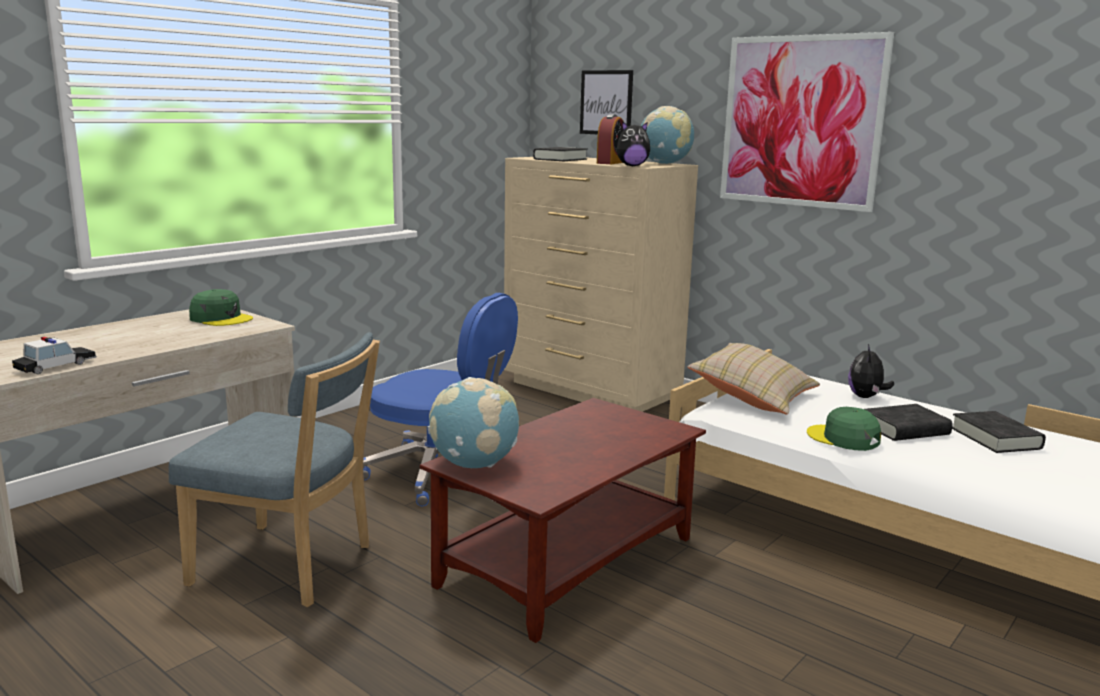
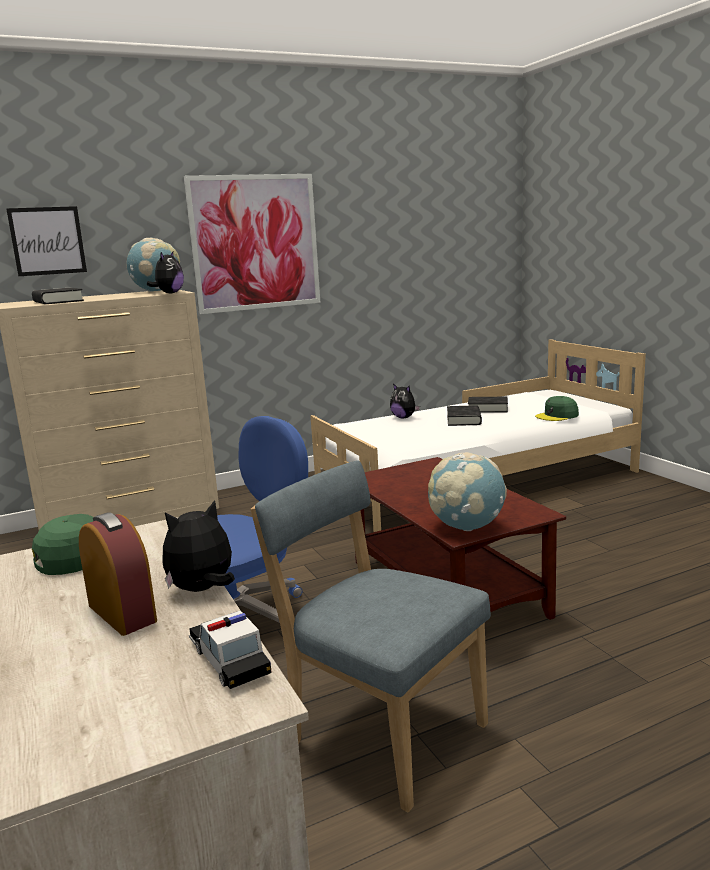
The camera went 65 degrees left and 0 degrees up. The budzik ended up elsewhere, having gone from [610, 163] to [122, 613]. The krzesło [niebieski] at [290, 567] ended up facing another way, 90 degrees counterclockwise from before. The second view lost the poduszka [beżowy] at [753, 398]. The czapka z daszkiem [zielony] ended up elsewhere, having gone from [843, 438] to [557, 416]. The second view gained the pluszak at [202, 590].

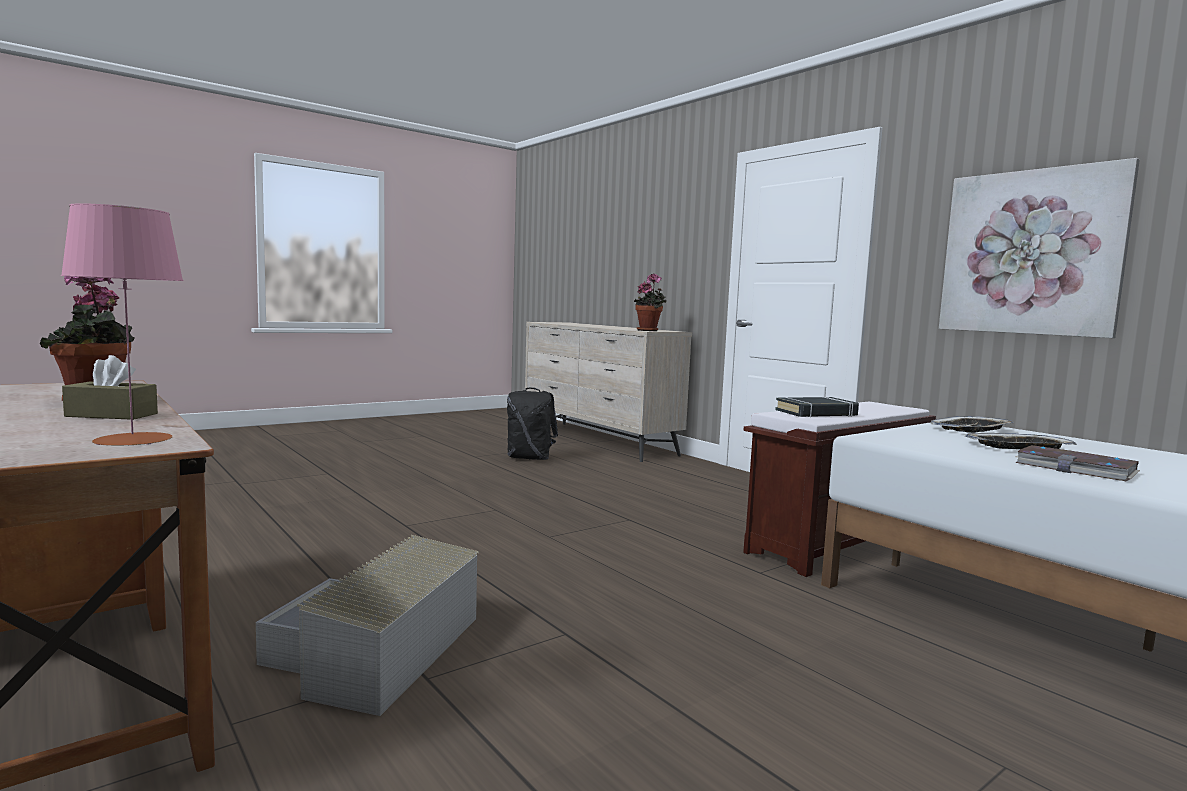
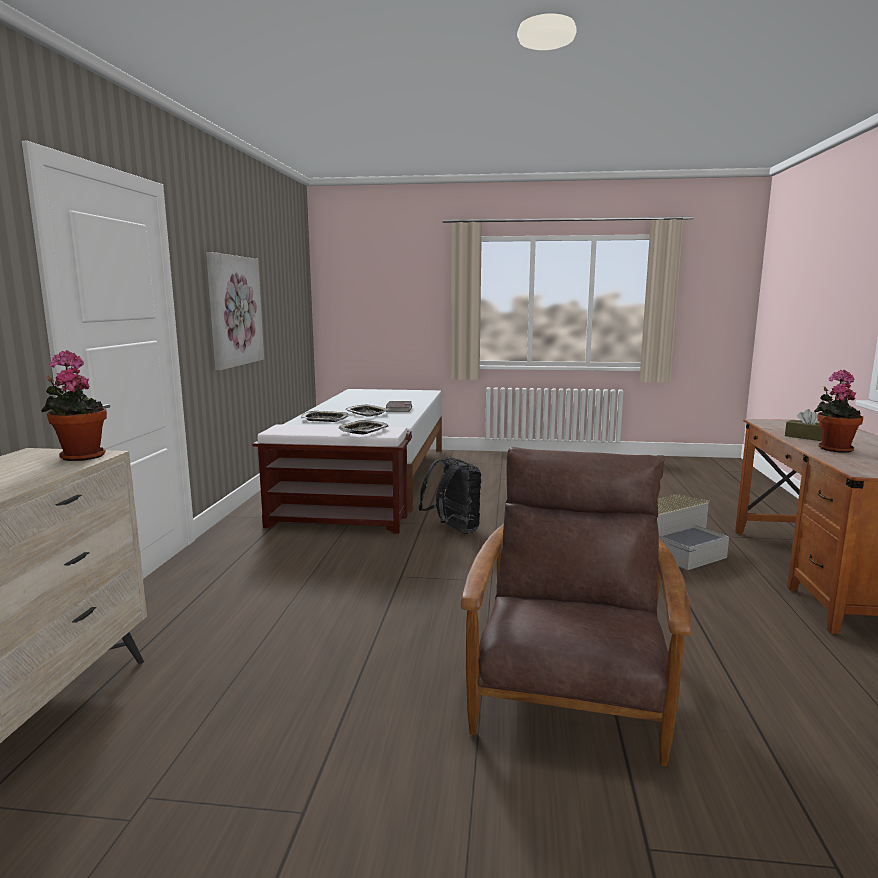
The camera went 135 degrees left and 5 degrees up. The second view lost the lampa stołowa [różowy] at [132, 439]. The plecak [czarny] ended up elsewhere, having gone from [530, 458] to [453, 530]. Where the książka [czarny] stood at [816, 413], the taca came to stand at [363, 431]. The second view gained the fotel [brązowy] at [569, 687].

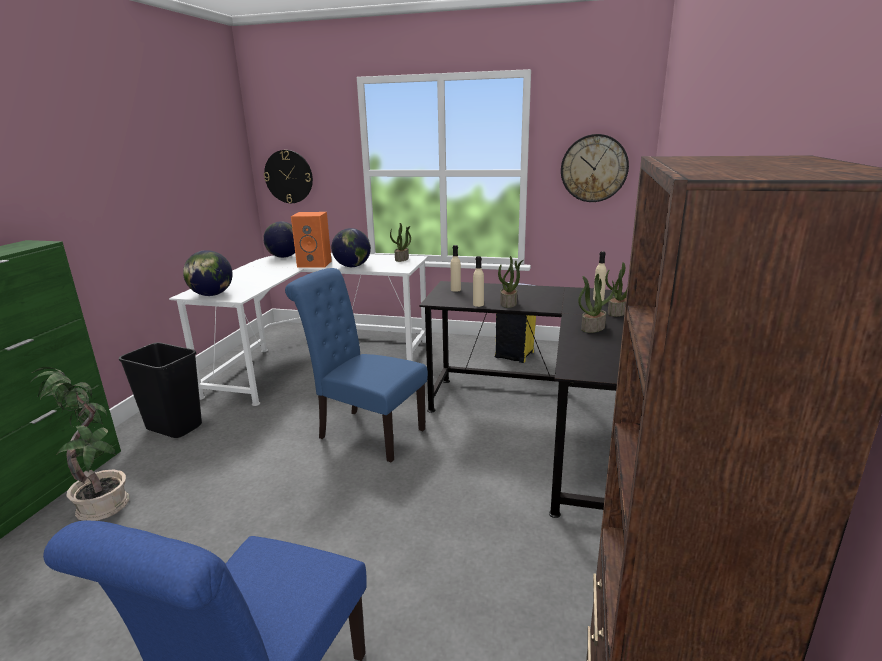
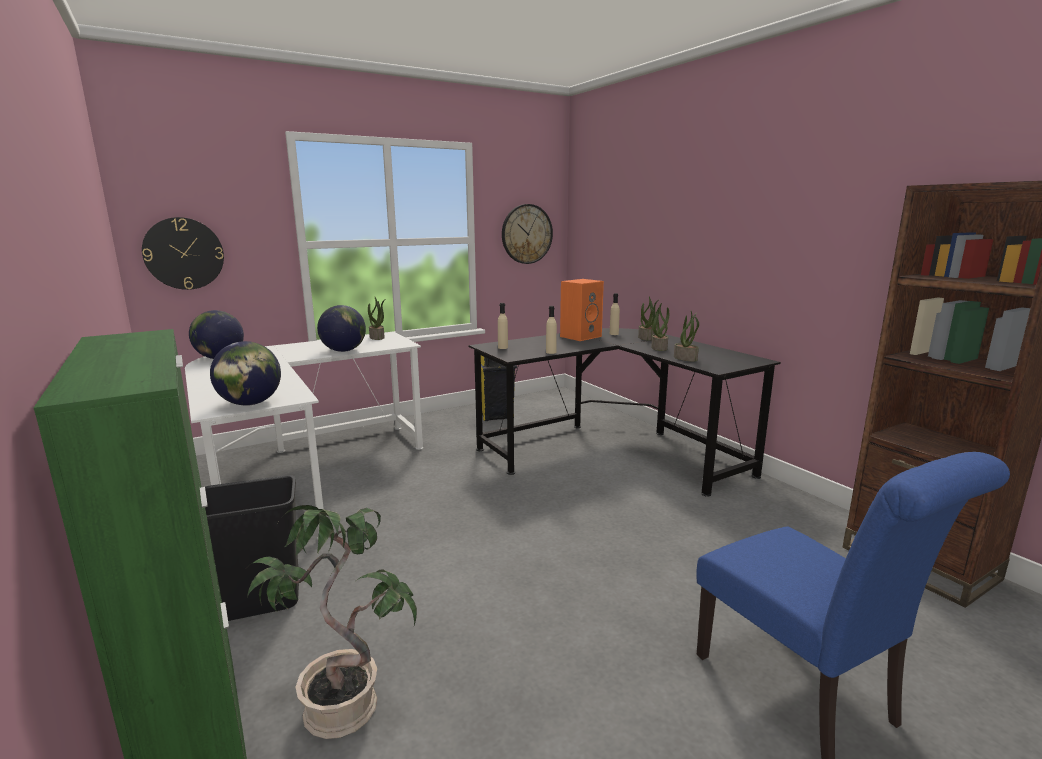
The camera went 45 degrees left and 5 degrees down. The głośnik [pomarańczowy] ended up elsewhere, having gone from [315, 264] to [580, 336]. The roślina doniczkowa ended up elsewhere, having gone from [509, 303] to [686, 358]. The second view lost the krzesło [niebieski] at [366, 432].

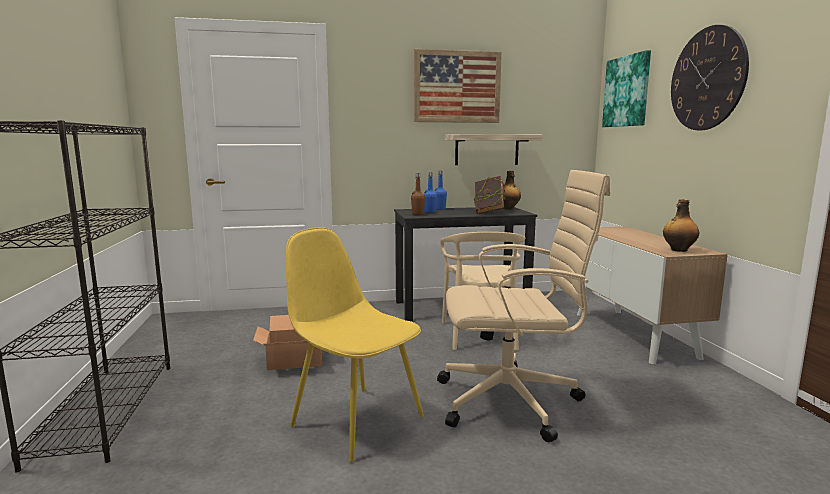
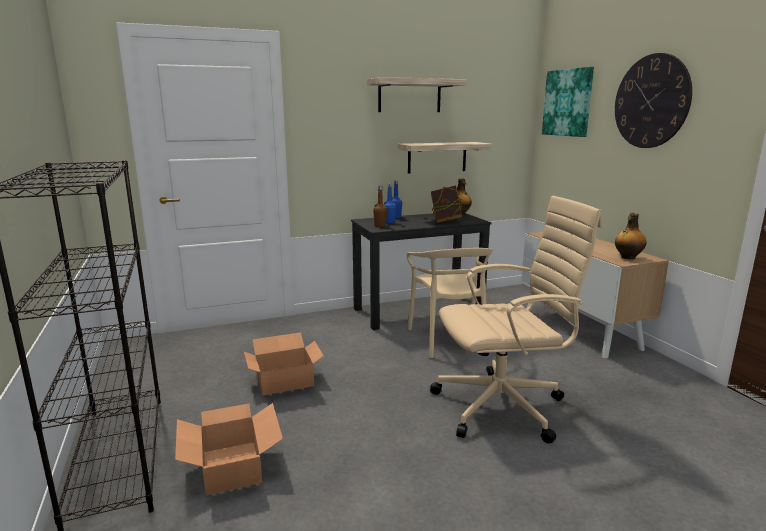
The camera went 10 degrees left and 5 degrees up. Where the obraz hung at [457, 87], the półka came to hang at [409, 96]. The second view lost the krzesło [żółty] at [355, 420]. The second view gained the karton at [231, 468].

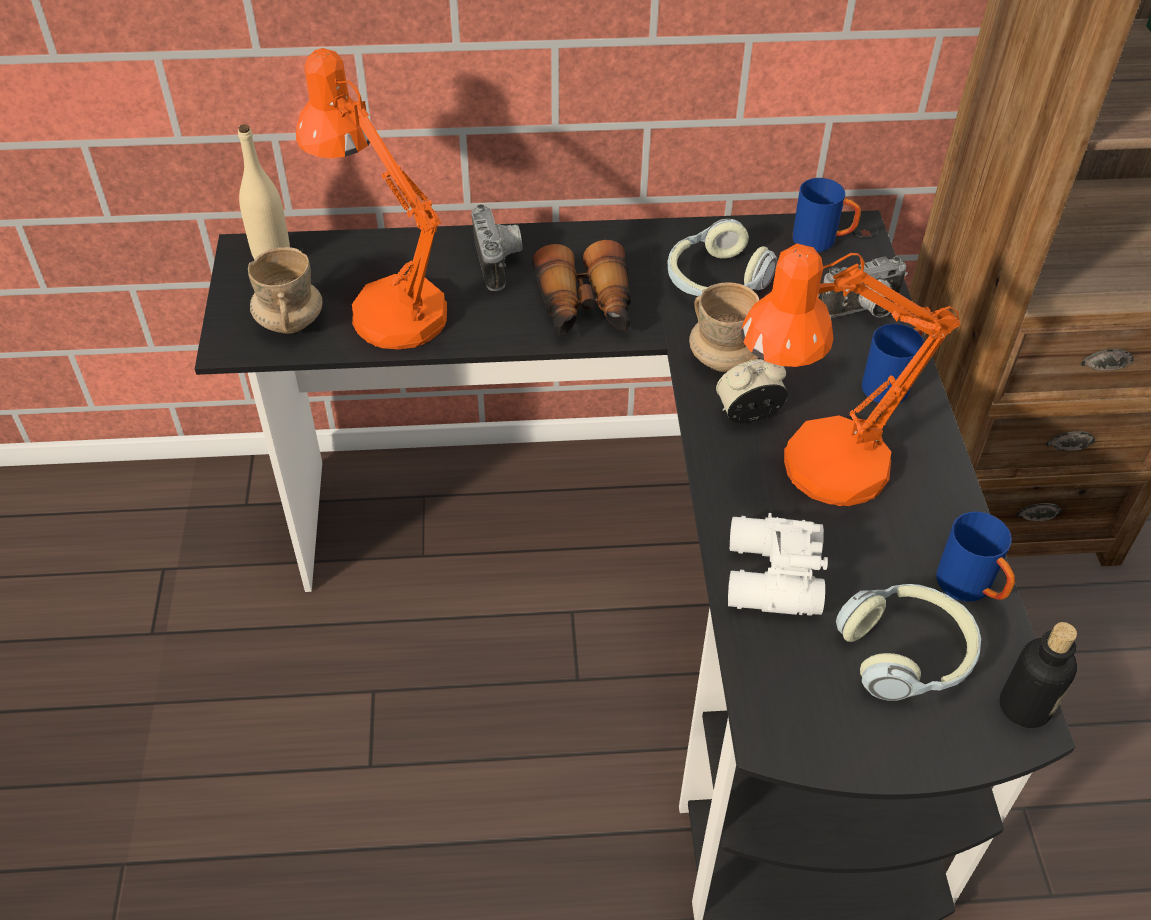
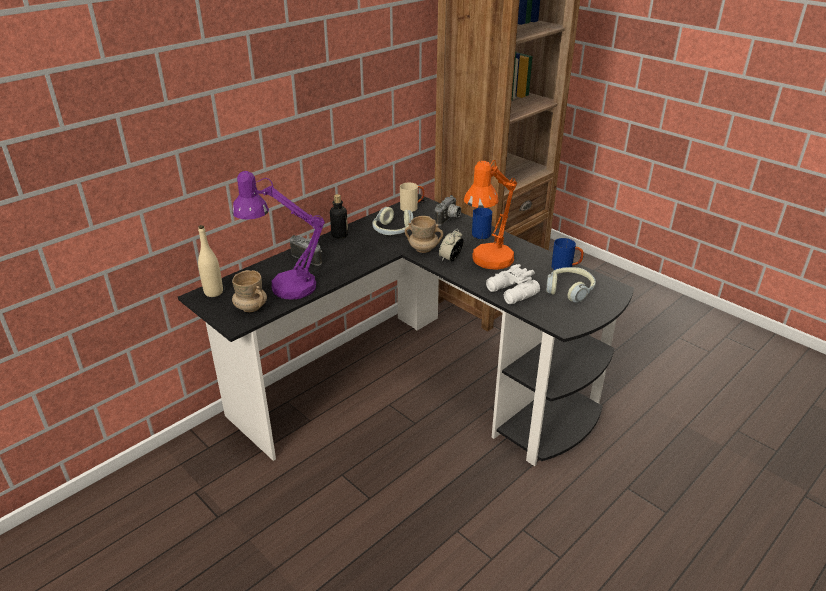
The camera went 40 degrees left and 15 degrees down. What was the lampa stołowa [pomarańczowy] at [387, 306] turned into the lampa stołowa [fioletowy] at [284, 286]. What was the kubek [niebieski] at [822, 241] turned into the kubek [beżowy] at [412, 207]. The second view lost the lornetka at [585, 308]. The butelka ended up elsewhere, having gone from [1024, 707] to [339, 235].

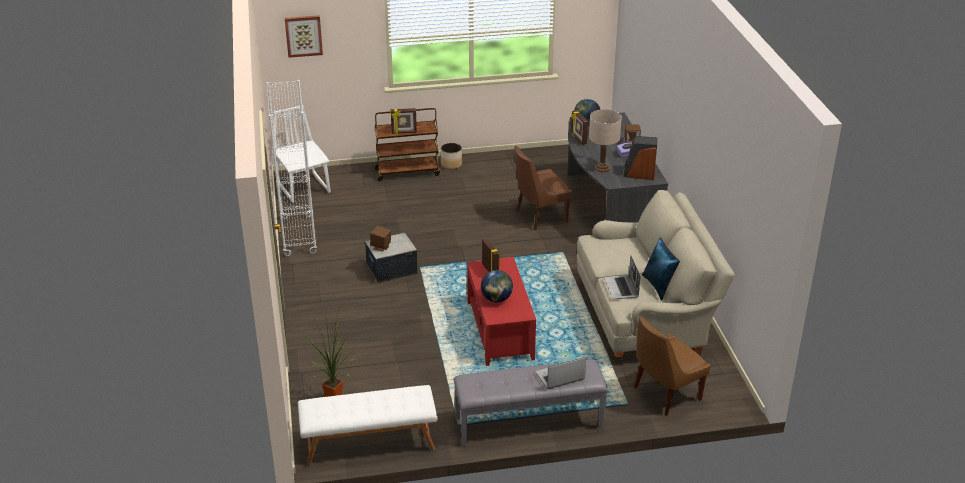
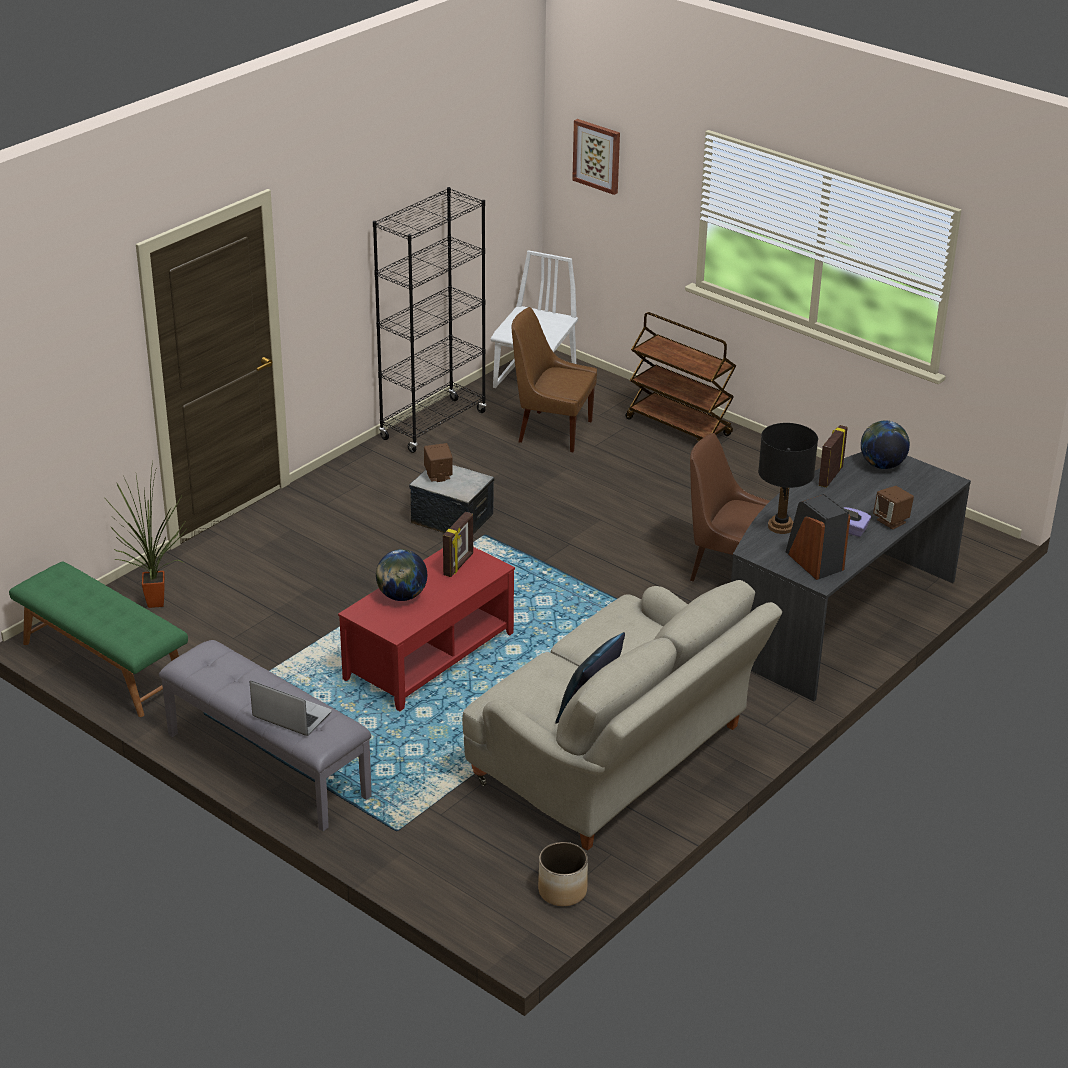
The camera went 50 degrees right and 0 degrees up. What was the regał [biały] at [298, 235] turned into the regał [czarny] at [433, 425]. The second view lost the ramka na zdjęcie at [404, 132]. What was the lampa stołowa [beżowy] at [602, 168] turned into the lampa stołowa [czarny] at [781, 526]. The donica ended up elsewhere, having gone from [451, 164] to [562, 891]. The second view lost the laptop at [622, 288]. The krzesło [brązowy] ended up elsewhere, having gone from [665, 394] to [552, 431]. What was the ławka [biały] at [369, 443] turned into the ławka [zielony] at [103, 666].

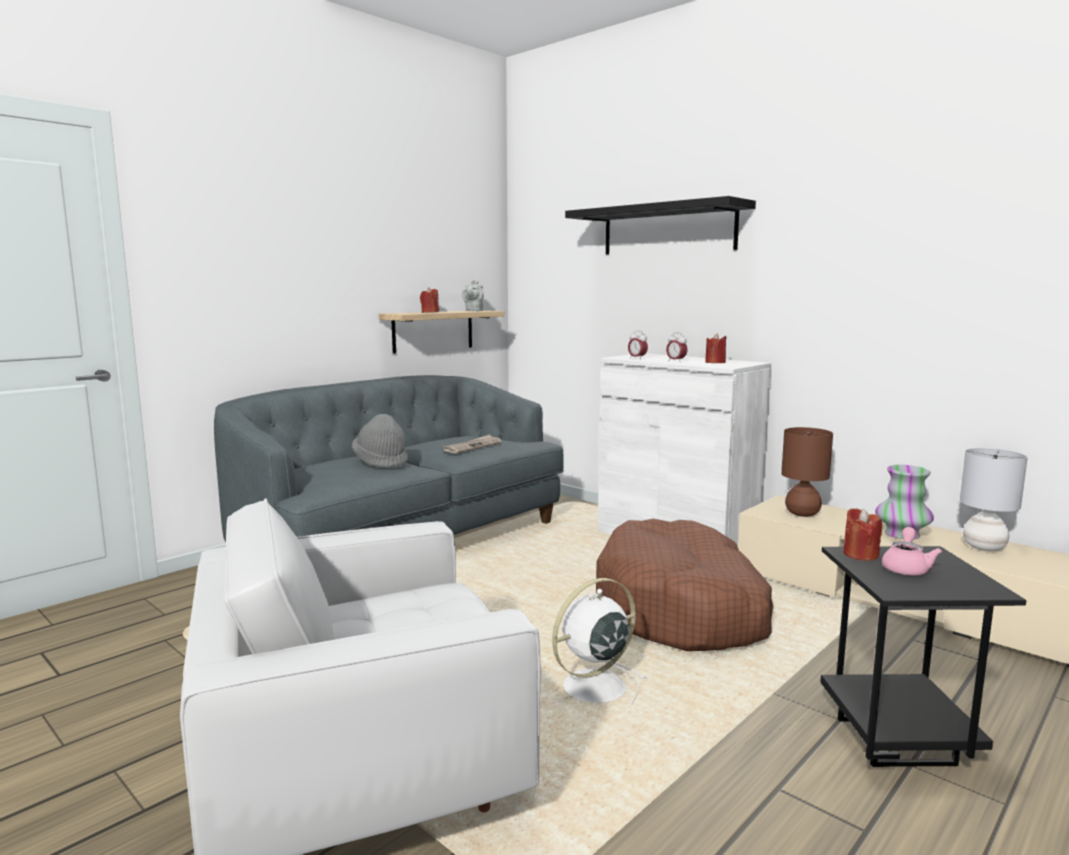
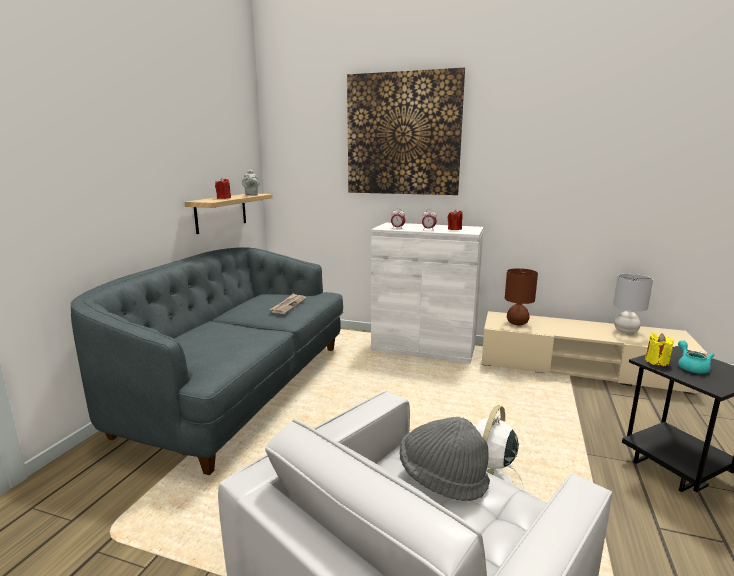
The camera went 25 degrees left and 5 degrees up. Where the półka [czarny] hung at [668, 230], the obraz came to hang at [403, 134]. The kapelusz [szary] ended up elsewhere, having gone from [381, 462] to [442, 478]. The second view lost the wazon at [901, 535]. What was the świeca [czerwony] at [860, 555] turned into the świeca [żółty] at [656, 361]. The second view lost the legowisko [brązowy] at [682, 609]. What was the imbryk [różowy] at [906, 568] turned into the imbryk [turkusowy] at [691, 367].

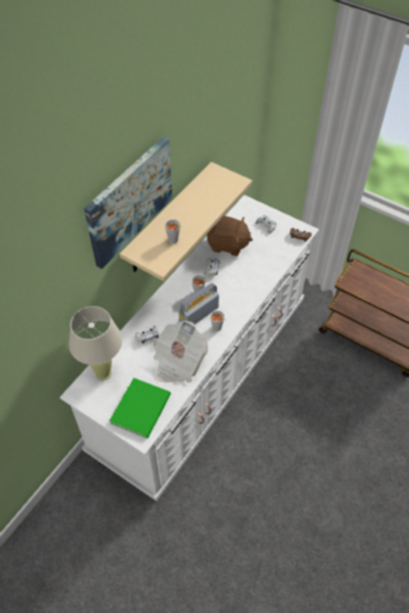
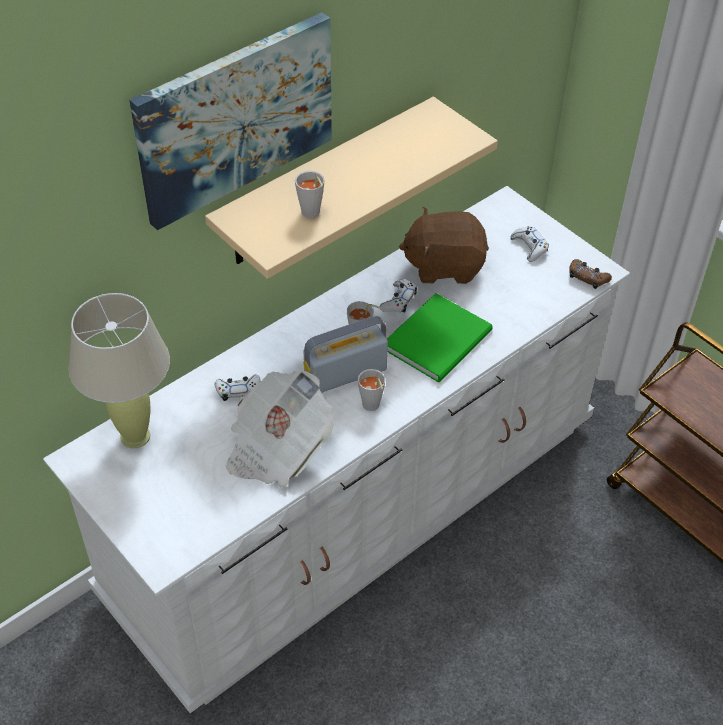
The camera went 15 degrees right and 5 degrees down. The pluszak [brązowy] at [228, 245] ended up facing another way, 150 degrees clockwise from before. The książka [zielony] ended up elsewhere, having gone from [143, 407] to [441, 339].

